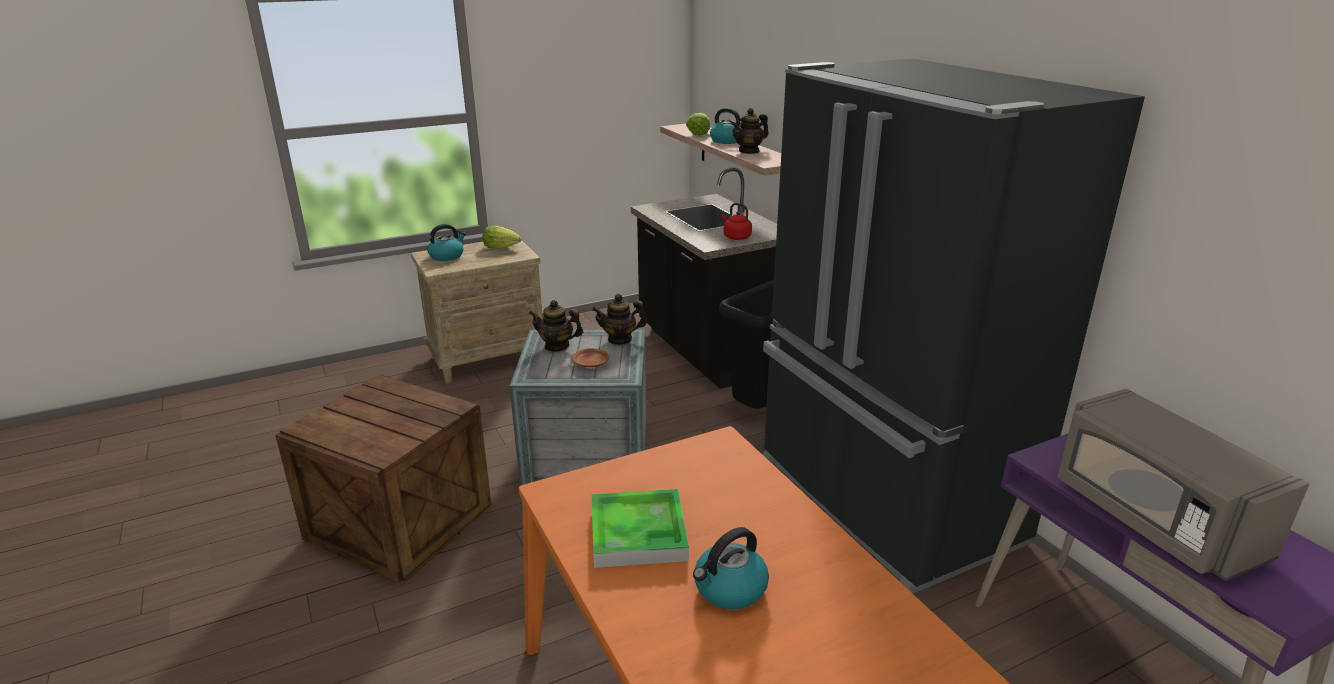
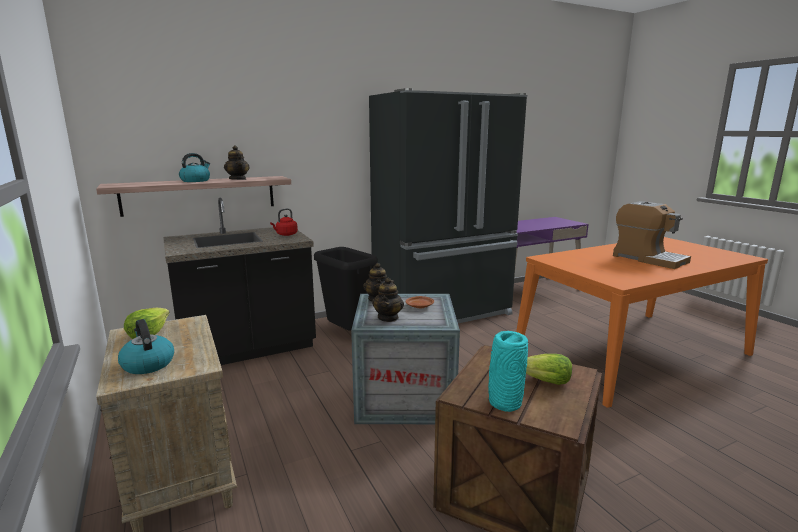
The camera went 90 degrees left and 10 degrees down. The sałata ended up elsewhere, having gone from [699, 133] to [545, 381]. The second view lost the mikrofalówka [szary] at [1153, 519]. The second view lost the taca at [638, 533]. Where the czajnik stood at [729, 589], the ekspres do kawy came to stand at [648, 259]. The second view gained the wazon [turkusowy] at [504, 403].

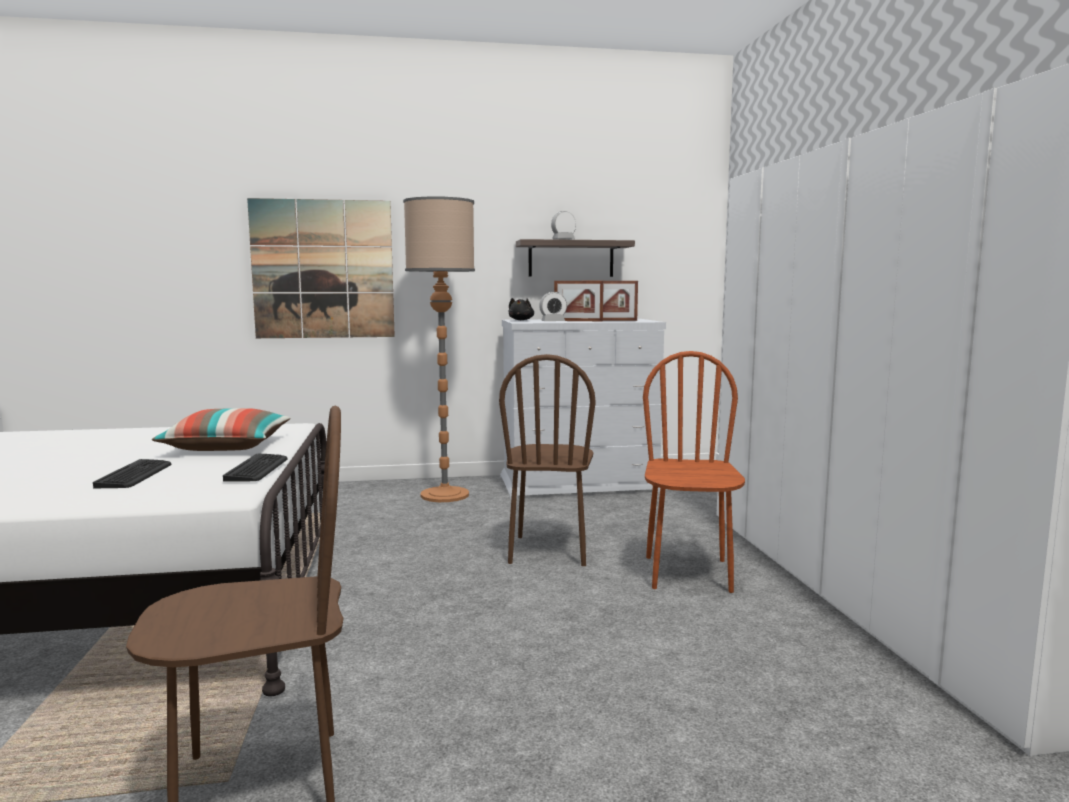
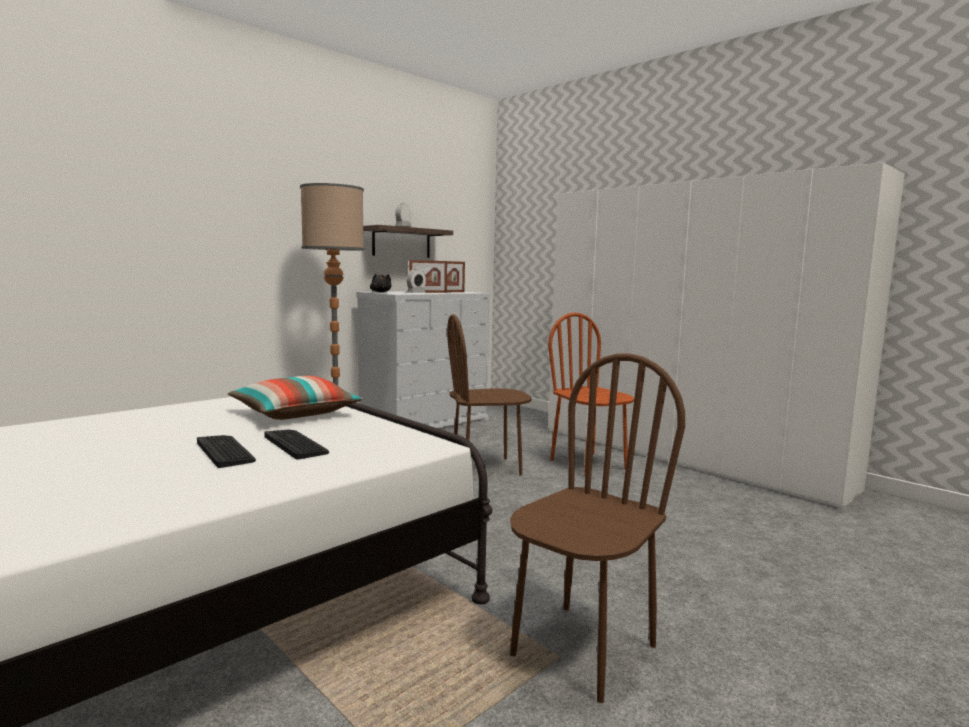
The camera went 35 degrees left and 0 degrees up. The second view lost the obraz at [323, 269]. The krzesło [brązowy] at [549, 550] ended up facing another way, 105 degrees clockwise from before. The klawiatura ended up elsewhere, having gone from [257, 469] to [225, 451].

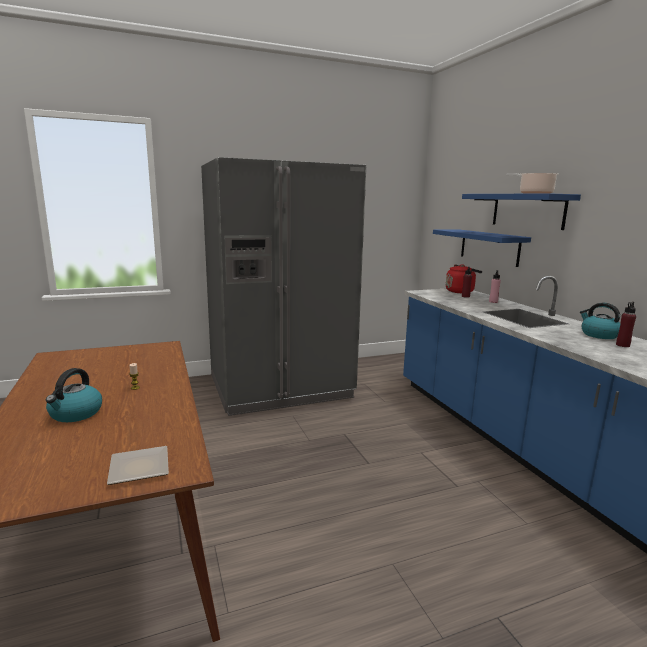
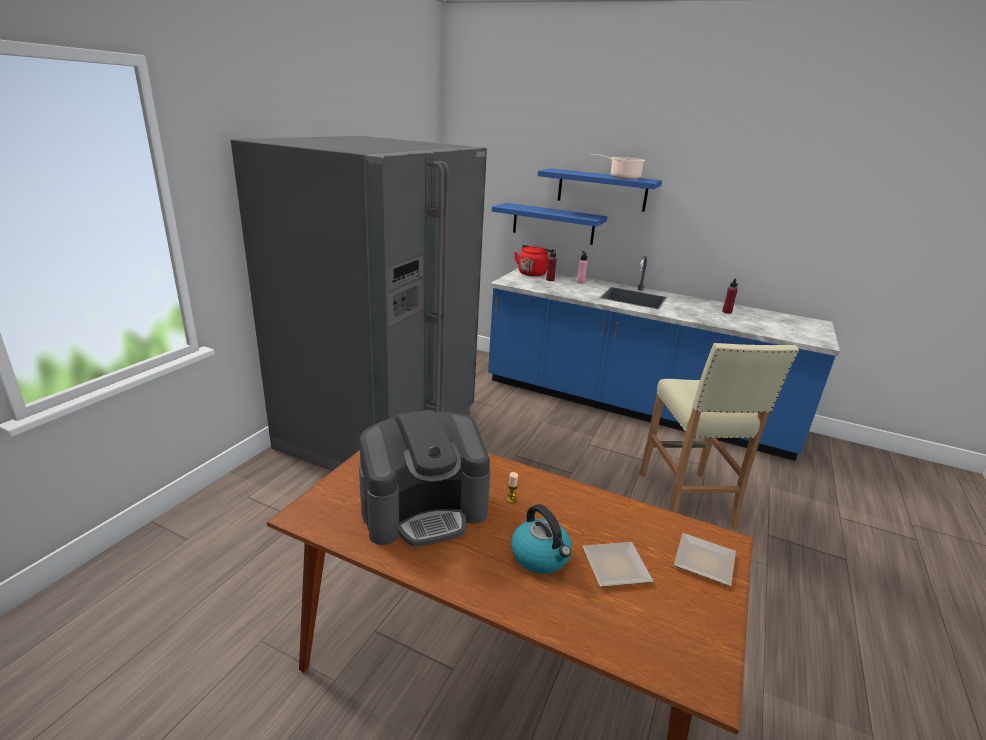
The camera went 45 degrees left and 10 degrees up. The second view lost the czajnik at [598, 335]. The second view gained the stołek [beżowy] at [686, 500]. The second view gained the ekspres do kawy at [424, 509]. The second view gained the talerz at [618, 568].

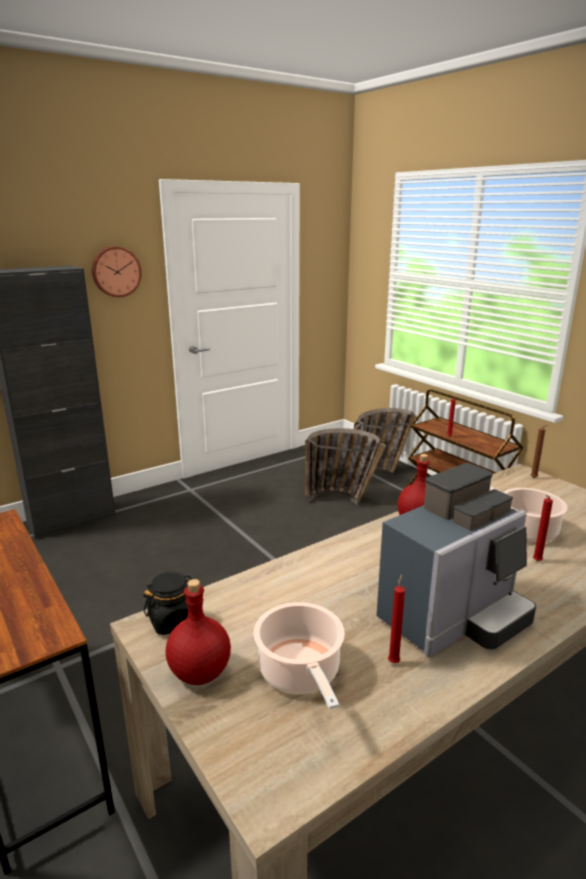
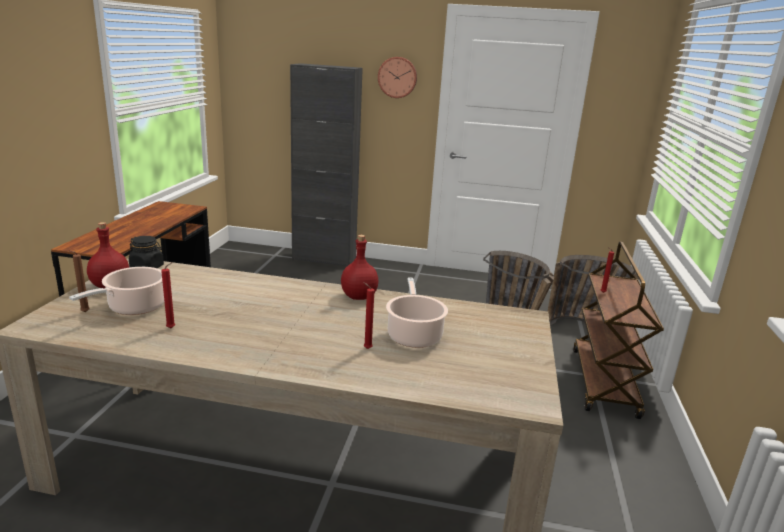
The camera went 45 degrees right and 0 degrees up. The świeca [brązowy] ended up elsewhere, having gone from [534, 478] to [84, 312]. The second view lost the ekspres do kawy at [454, 617].

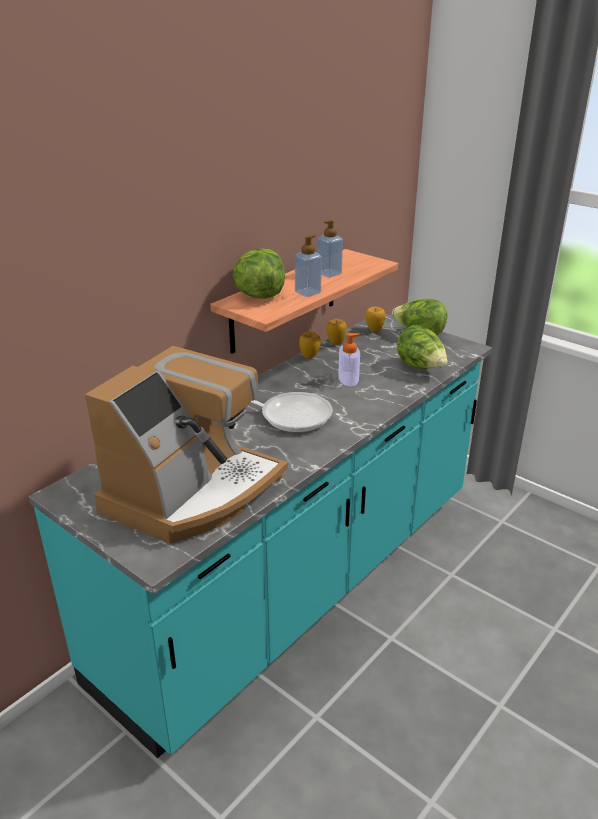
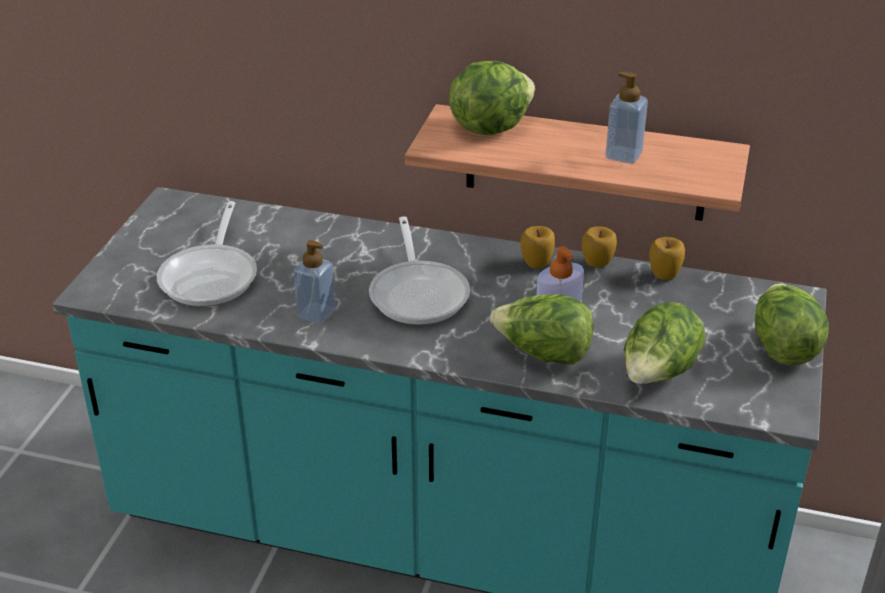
The camera went 65 degrees right and 5 degrees up. The dozownik mydła ended up elsewhere, having gone from [307, 292] to [316, 314]. The jabłko ended up elsewhere, having gone from [374, 329] to [536, 263]. Where the ekspres do kawy stood at [193, 492], the patelnia came to stand at [212, 276]. The second view gained the sałata at [543, 354].

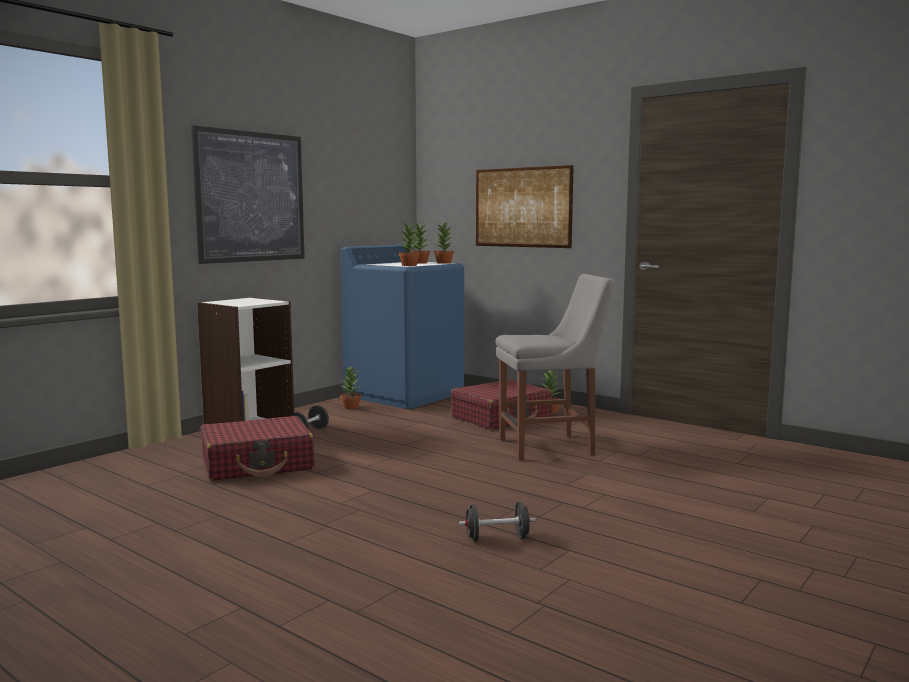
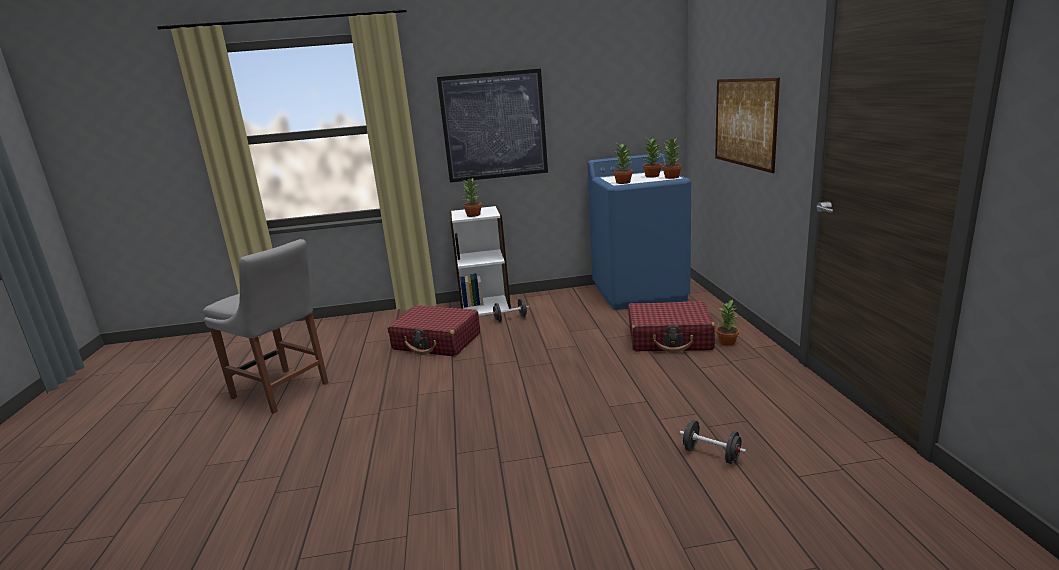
The camera went 45 degrees right and 10 degrees up. The krzesło [szary] ended up elsewhere, having gone from [551, 446] to [283, 391]. The roślina doniczkowa ended up elsewhere, having gone from [350, 407] to [473, 215]. The hantel [czarny] ended up elsewhere, having gone from [497, 538] to [711, 454].

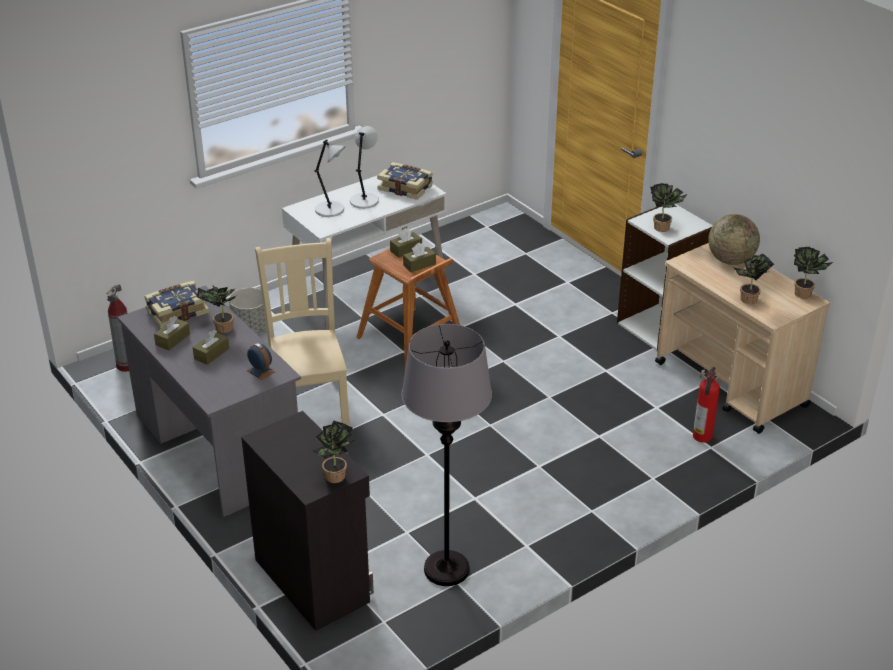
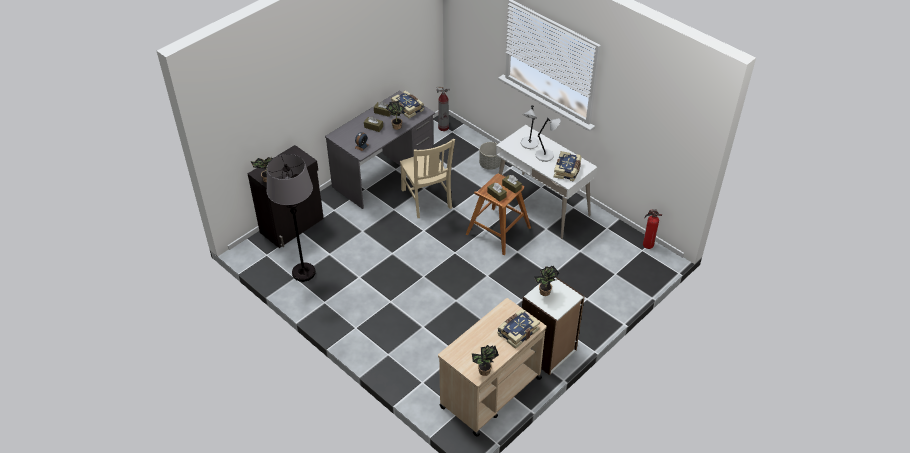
The camera went 80 degrees right and 10 degrees up. Where the globus stood at [730, 260], the książka came to stand at [517, 332]. The krzesło [beżowy] at [309, 403] ended up facing another way, 90 degrees clockwise from before. The second view lost the roślina doniczkowa at [749, 301]. The gaśnica ended up elsewhere, having gone from [702, 437] to [647, 244].

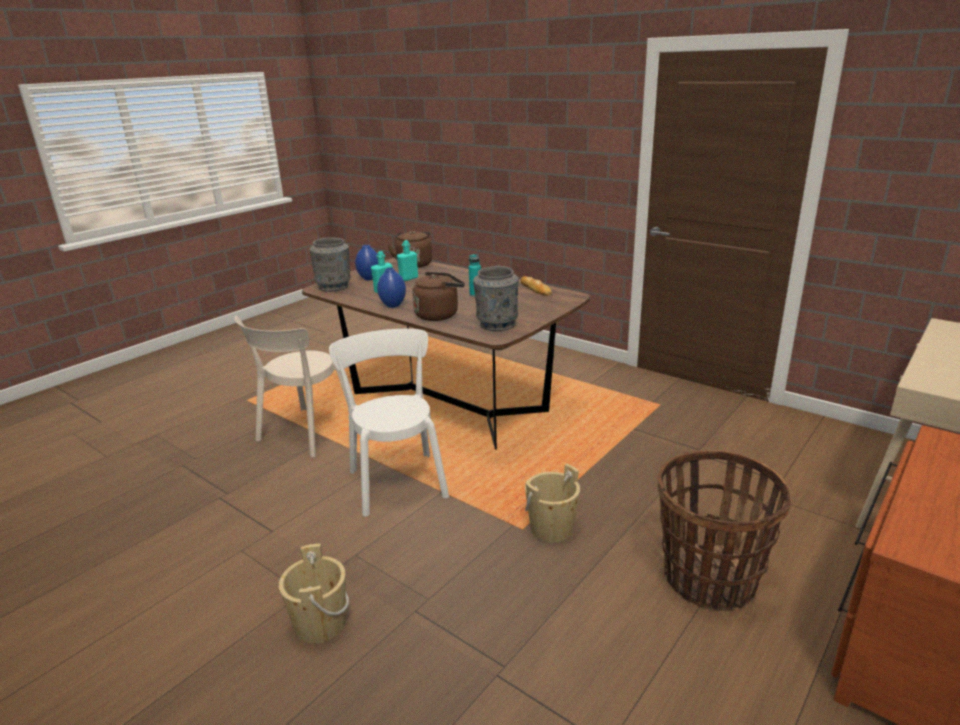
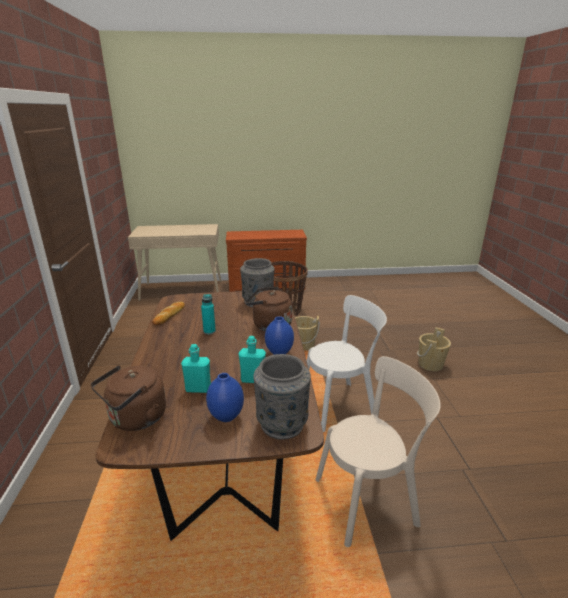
The camera went 135 degrees left and 0 degrees up. The krzesło [biały] at [397, 480] ended up facing another way, 135 degrees counterclockwise from before.

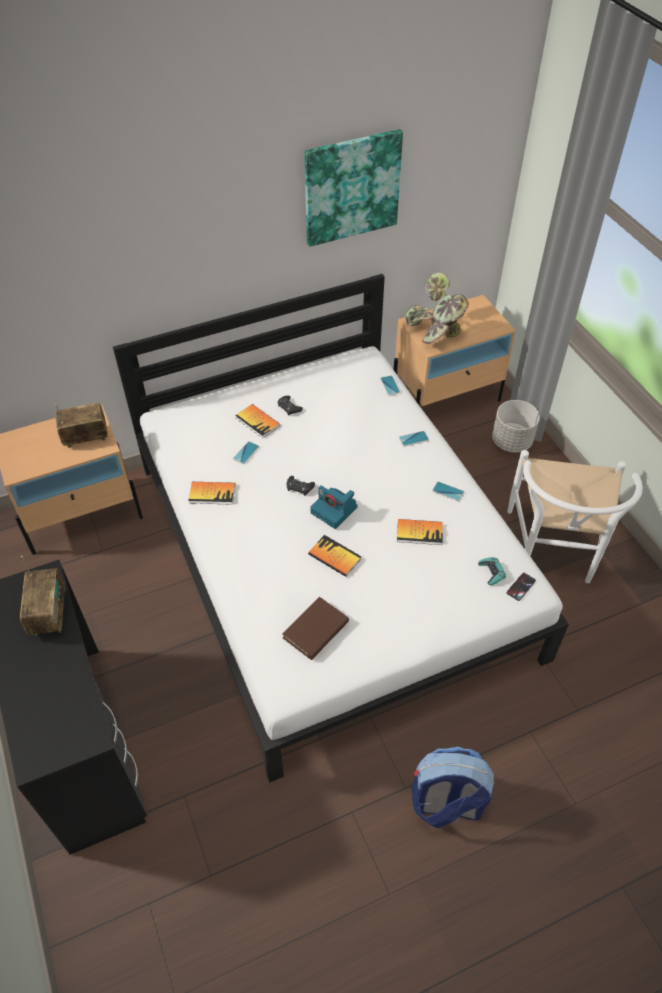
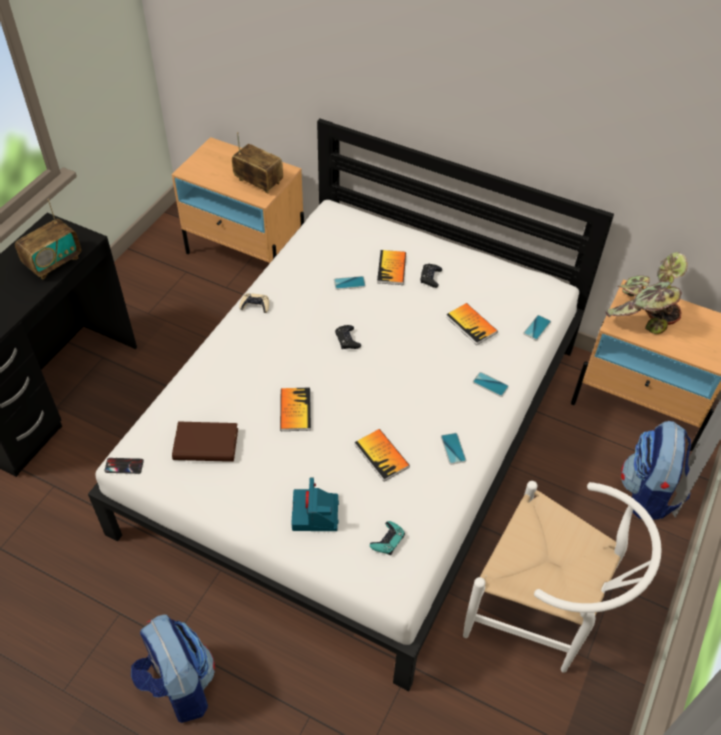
The camera went 50 degrees right and 0 degrees up. The second view lost the obraz at [351, 187]. Where the donica [szary] stood at [512, 442], the plecak came to stand at [648, 493]. The krzesło [biały] at [554, 552] ended up facing another way, 120 degrees counterclockwise from before. The książka ended up elsewhere, having gone from [212, 493] to [471, 325]. The aparat fotograficzny ended up elsewhere, having gone from [335, 510] to [315, 514]. The telefon ended up elsewhere, having gone from [521, 587] to [124, 466]. The second view gained the pad do gier [beżowy] at [255, 305].

